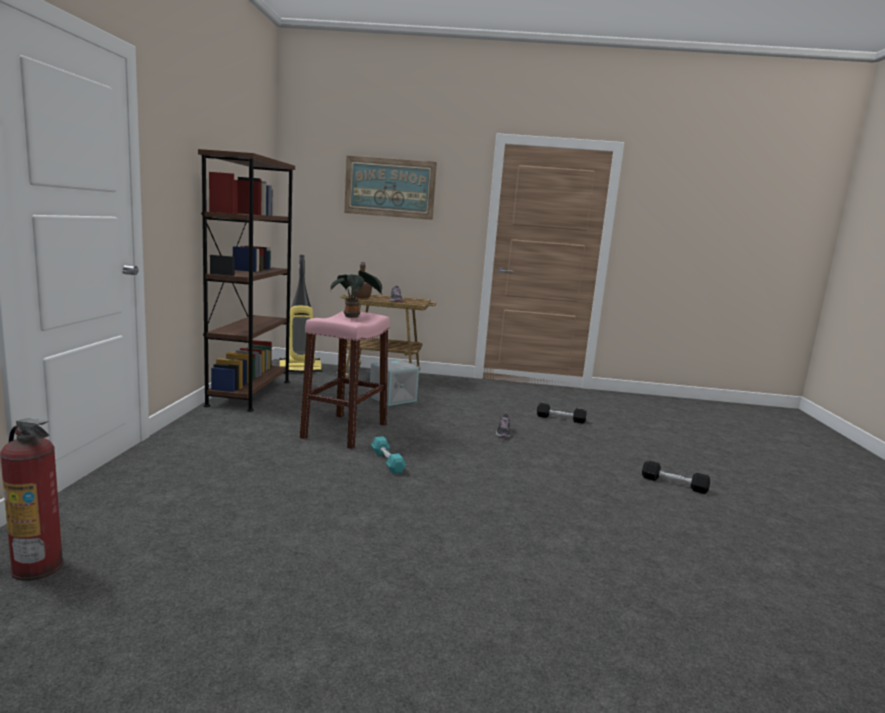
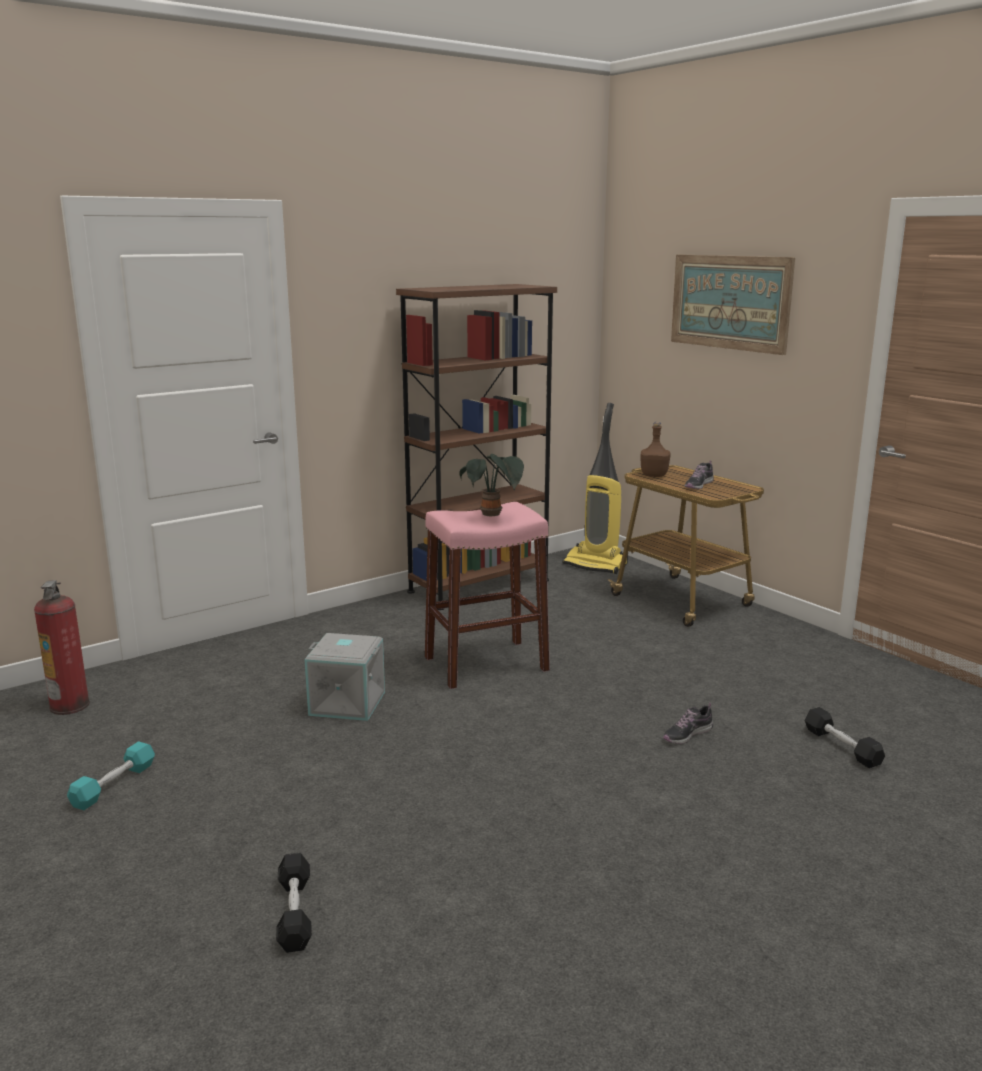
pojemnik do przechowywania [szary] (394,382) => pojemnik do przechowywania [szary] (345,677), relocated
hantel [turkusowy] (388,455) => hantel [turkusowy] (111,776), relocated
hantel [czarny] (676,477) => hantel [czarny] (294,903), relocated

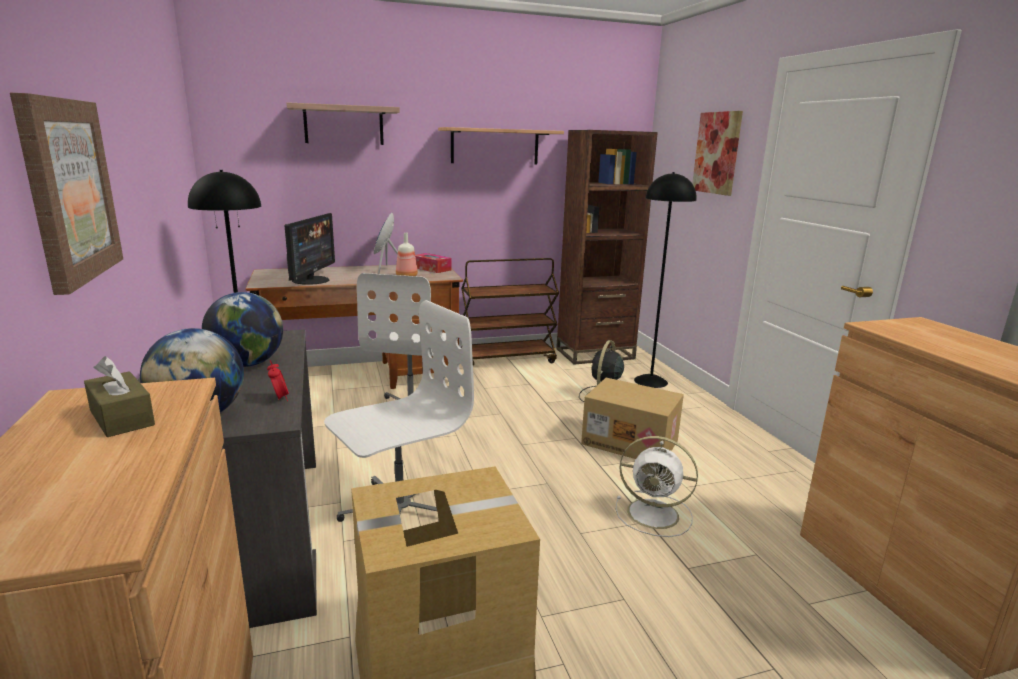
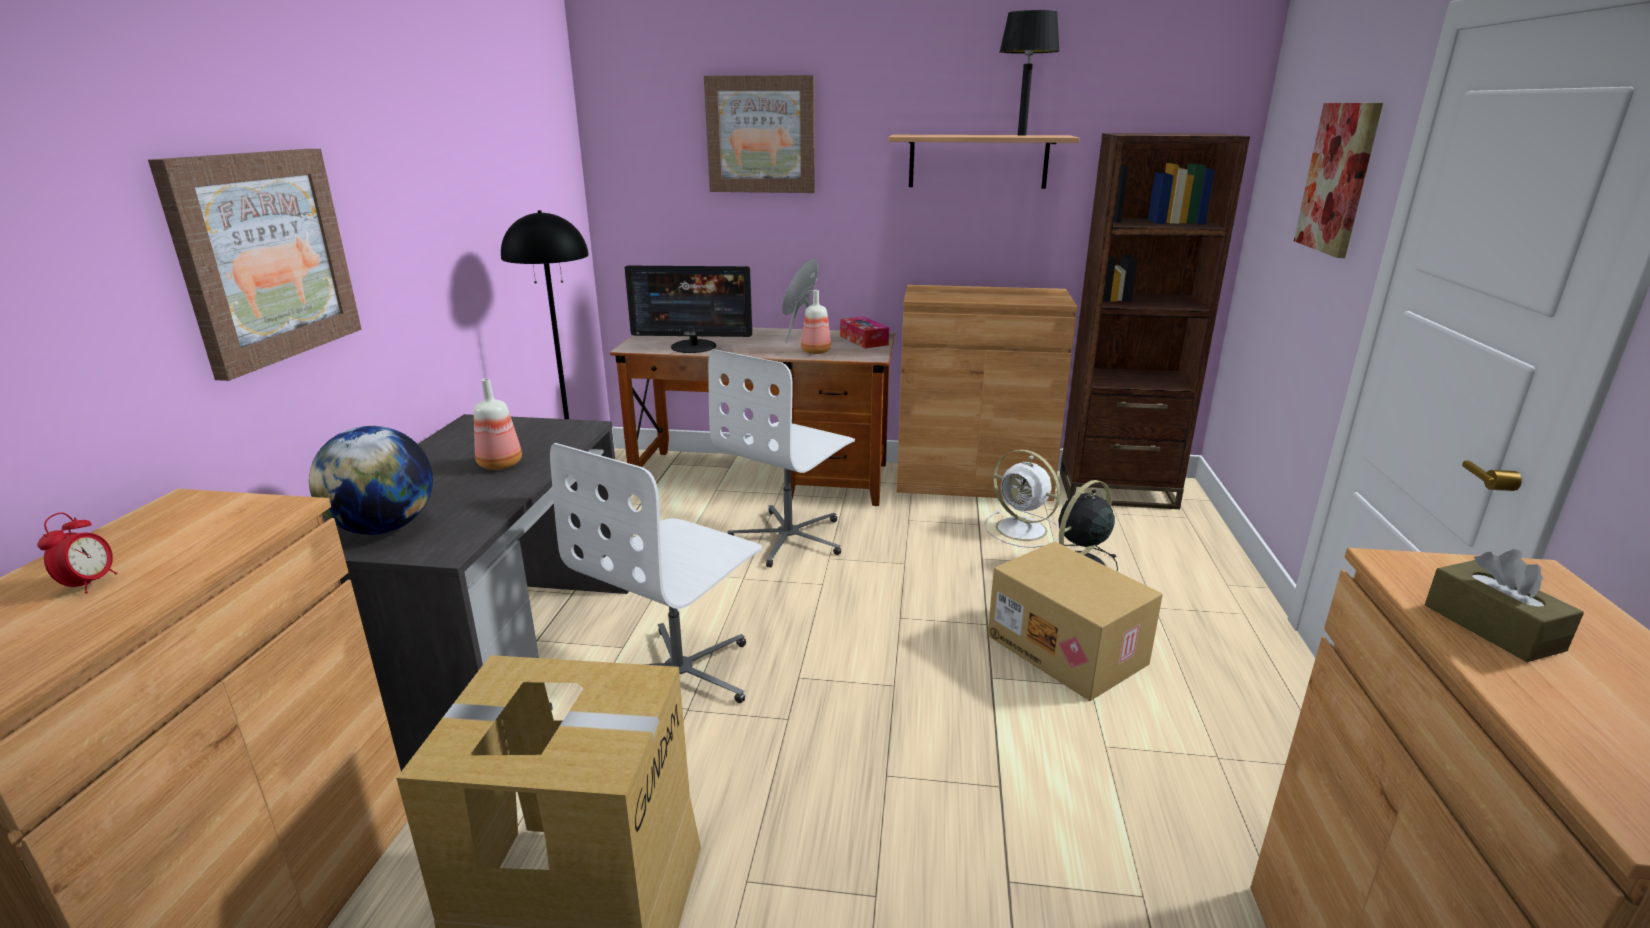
lampa stojąca [czarny] (665,280) => nothing
nothing => lampa stołowa [czarny] (1029,73)
pudełko chusteczek [brązowy] (119,396) => pudełko chusteczek [brązowy] (1504,605), relocated
budzik (278,380) => budzik (77,553), relocated
wentylator [biały] (657,486) => wentylator [biały] (1022,498), relocated
globus (242,329) => butelka (498,424)
półka (343,123) => obraz (759,134)
wózek [brązowy] (510,312) => szafka [brązowy] (987,393)
monitor (310,249) => monitor (689,309), 60 degrees clockwise
krzesło biurowe [biały] (399,411) => krzesło biurowe [biały] (656,573), 135 degrees clockwise

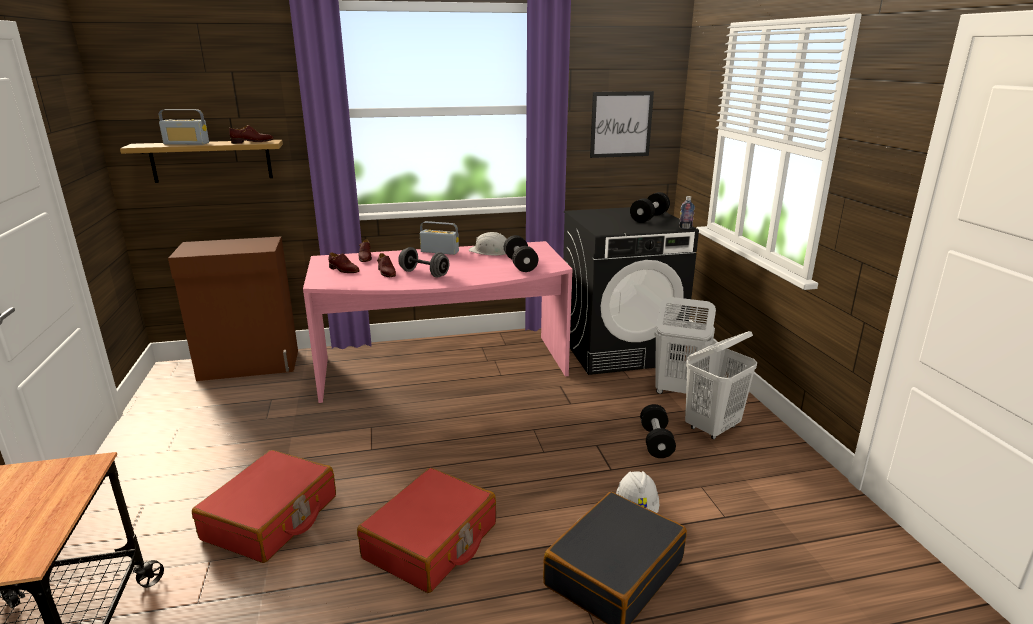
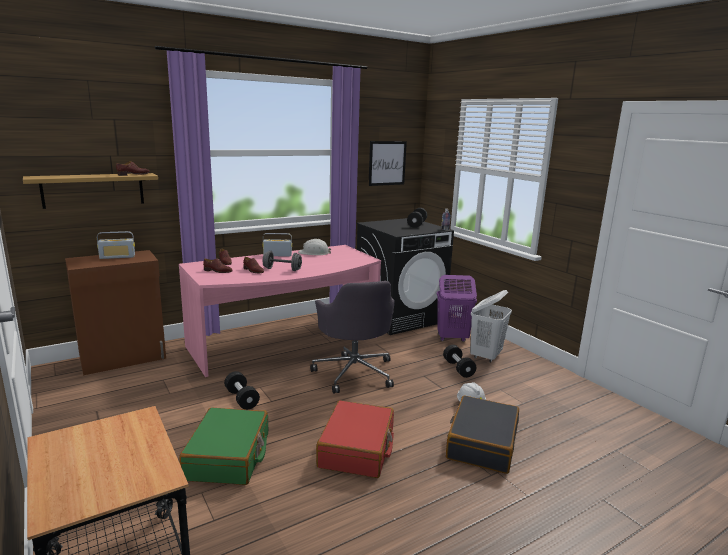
nothing => krzesło biurowe [szary] (352,337)
radio (184,127) => radio (116,245), relocated
hantel [czarny] (521,253) => hantel [czarny] (242,390), relocated
walizka [czerwony] (264,506) => walizka [zielony] (223,446)
kosz na pranie [biały] (685,345) => kosz na pranie [fioletowy] (457,308)

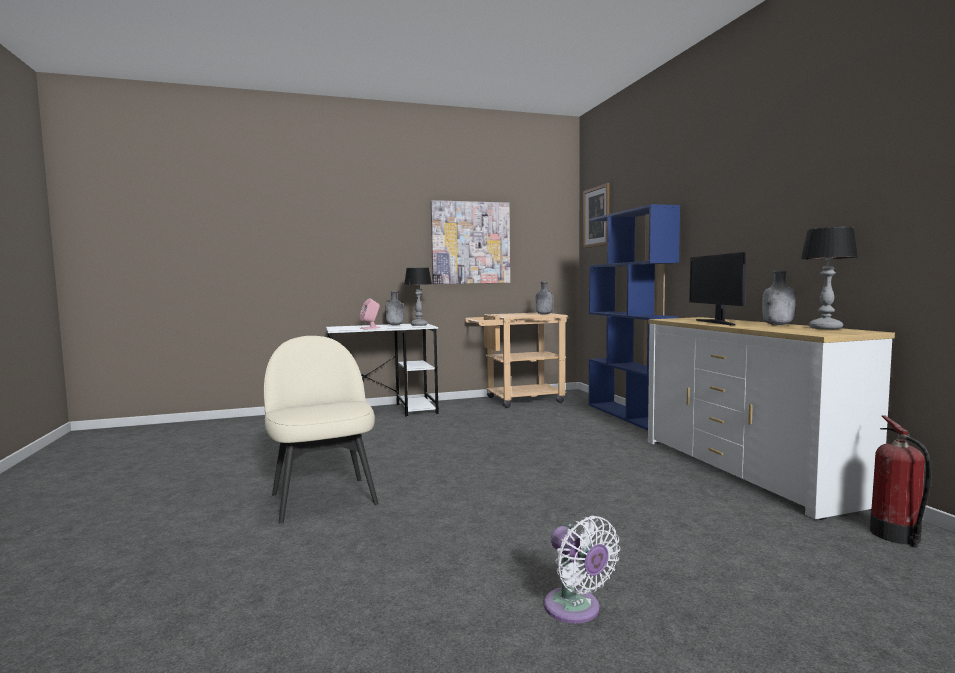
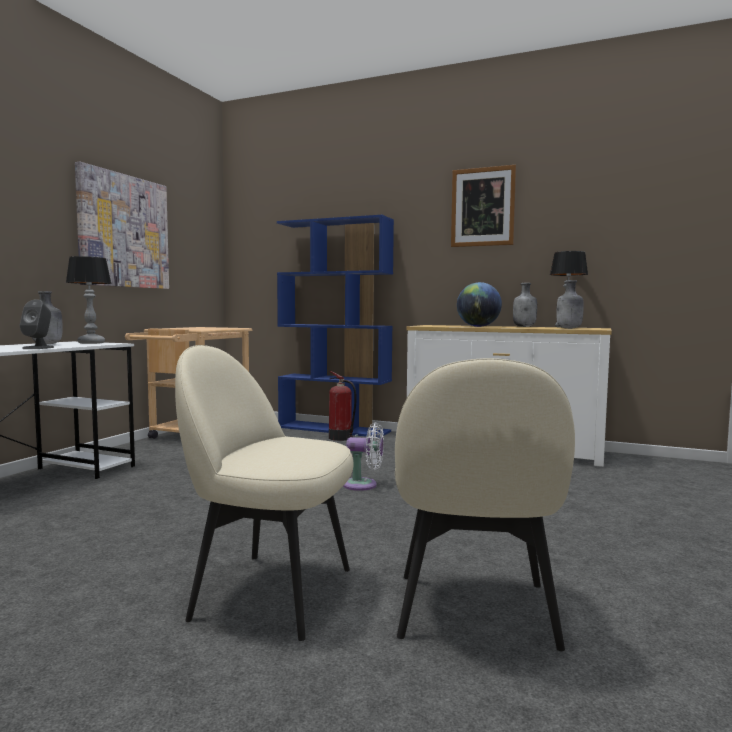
nothing => krzesło [beżowy] (485,504)
butelka [szary] (544,298) => butelka [szary] (570,304), relocated
wentylator [biały] (582,569) => wentylator [biały] (363,457), relocated
obraz (596,215) => obraz (483,206), relocated
gaśnica (900,481) => gaśnica (342,406), relocated
monitor (717,288) => globus (479,304)
głośnik [różowy] (370,313) => głośnik [szary] (37,324)

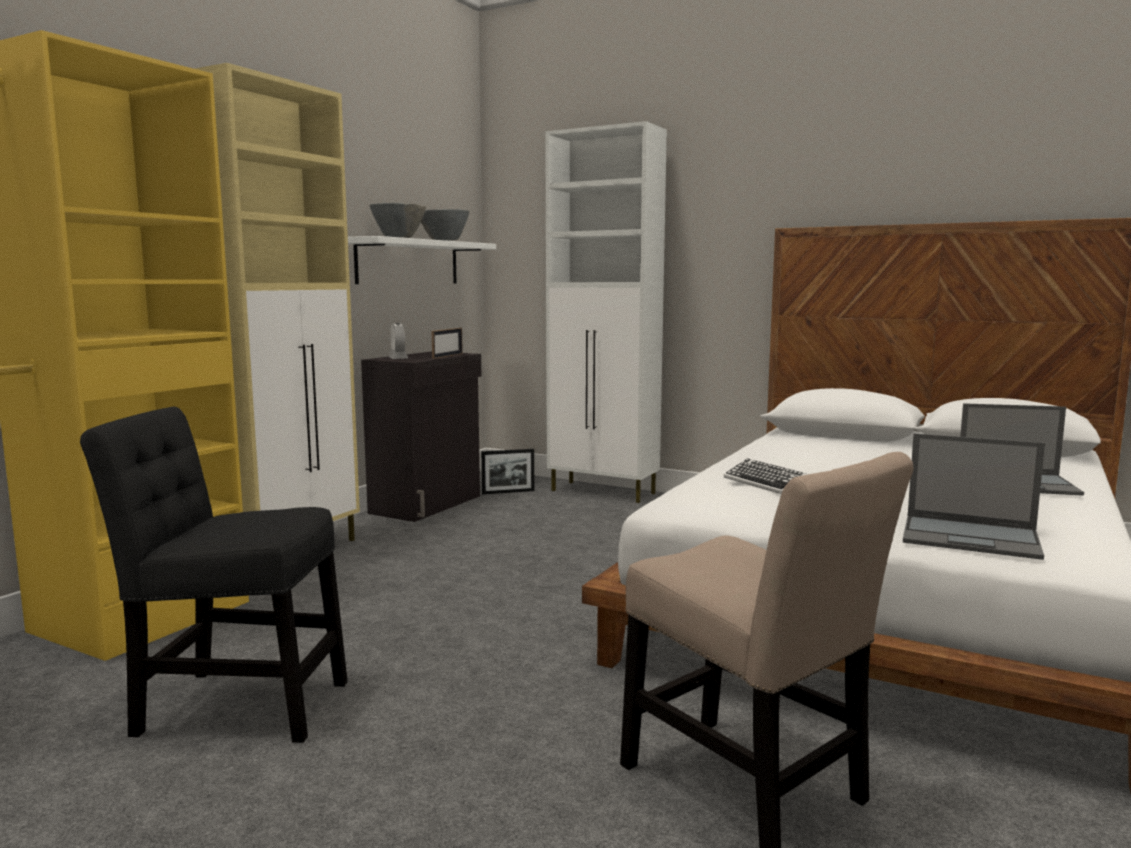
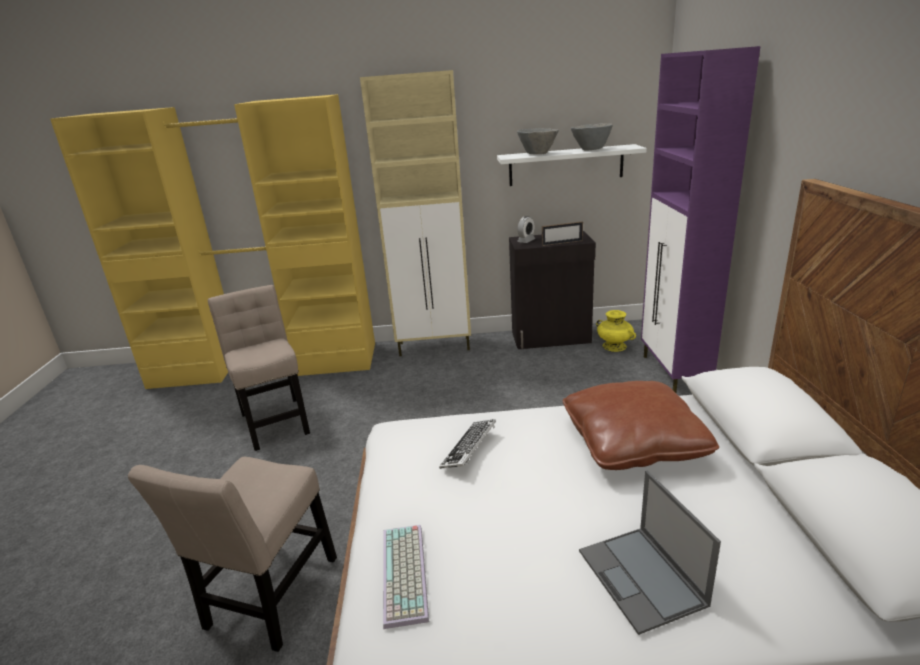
nothing => poduszka [brązowy] (641,425)
ramka na zdjęcie (507,471) => wazon [żółty] (616,331)
laptop (974,496) => klawiatura (406,577)
krzesło [czarny] (214,575) => krzesło [beżowy] (259,368)
szafka [biały] (606,312) => szafka [fioletowy] (700,219)

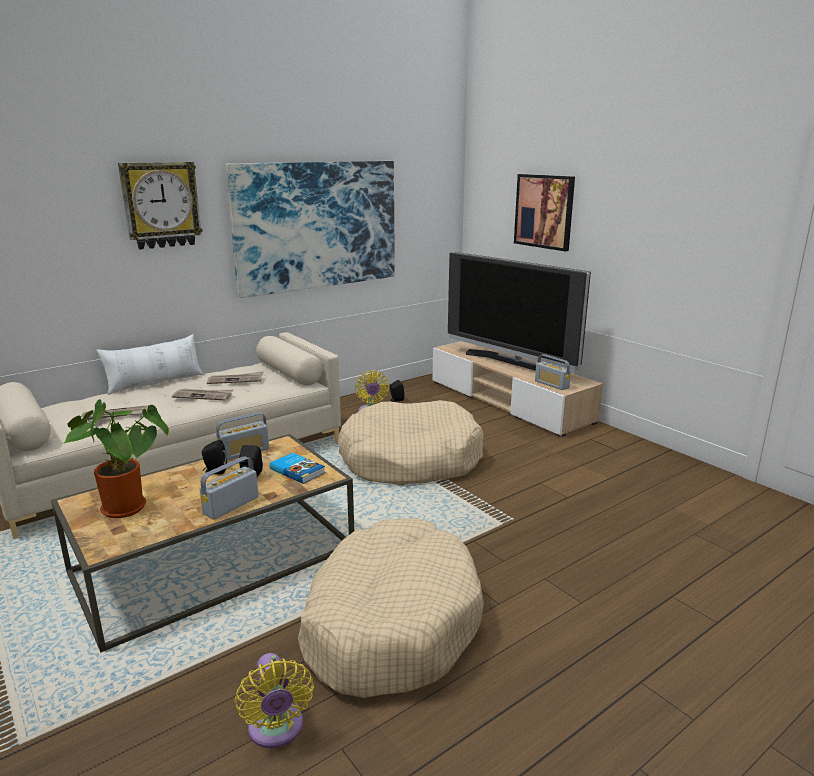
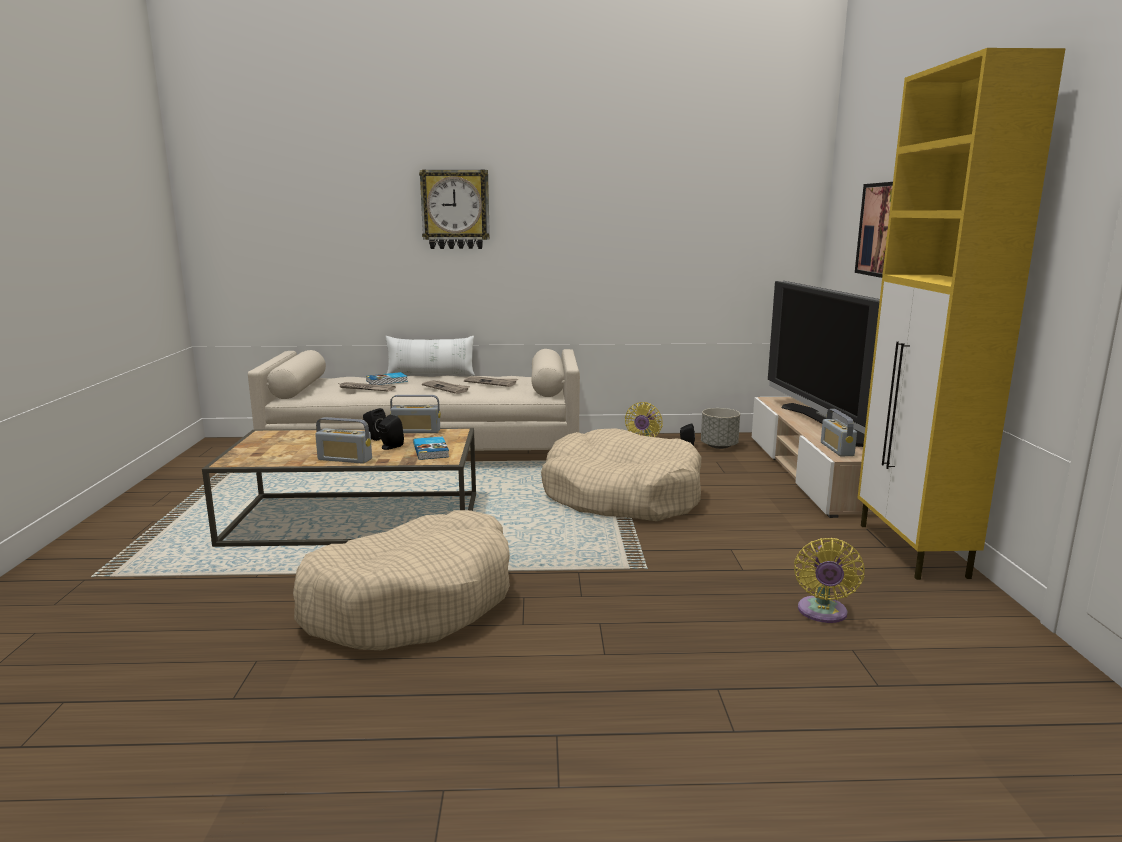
roślina doniczkowa (115,458) => nothing
obraz (310,229) => nothing
nothing => książka (387,378)
nothing => donica [szary] (720,428)
nothing => szafka [żółty] (961,314)
wentylator [żółty] (274,700) => wentylator [żółty] (829,580), relocated
radio (229,488) => radio (343,440), 150 degrees counterclockwise

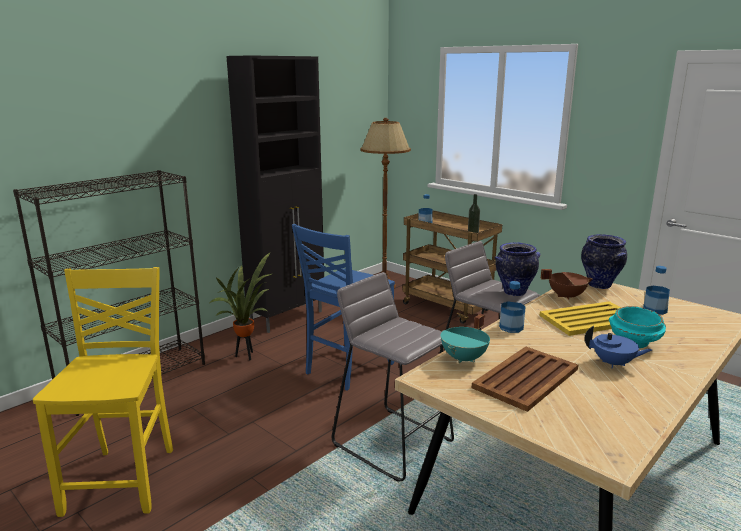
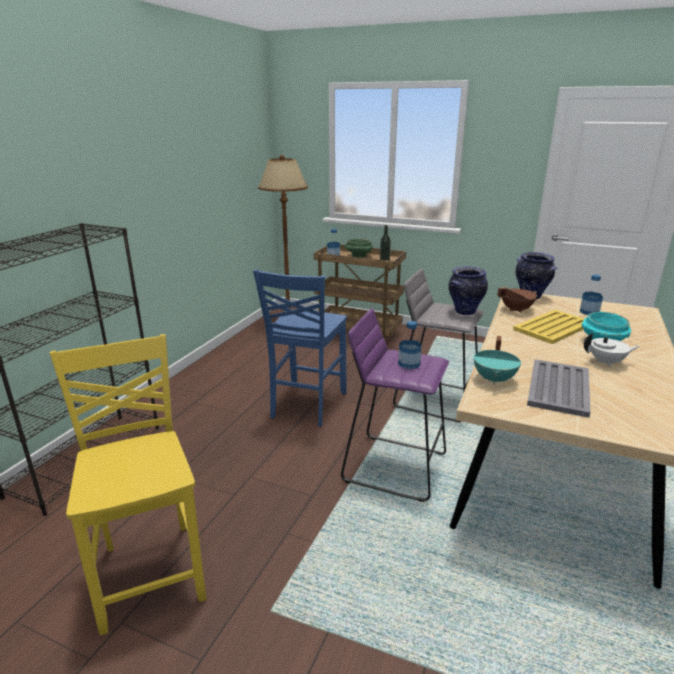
roślina doniczkowa (240,306) => nothing
szafka [czarny] (275,194) => nothing
nothing => miska [zielony] (359,248)
butelka (512,307) => butelka (409,345), relocated
stołek [szary] (393,377) => stołek [fioletowy] (395,405)
taca [brązowy] (525,379) => taca [szary] (559,388)
imbryk [niebieski] (618,347) => imbryk [biały] (612,350)

